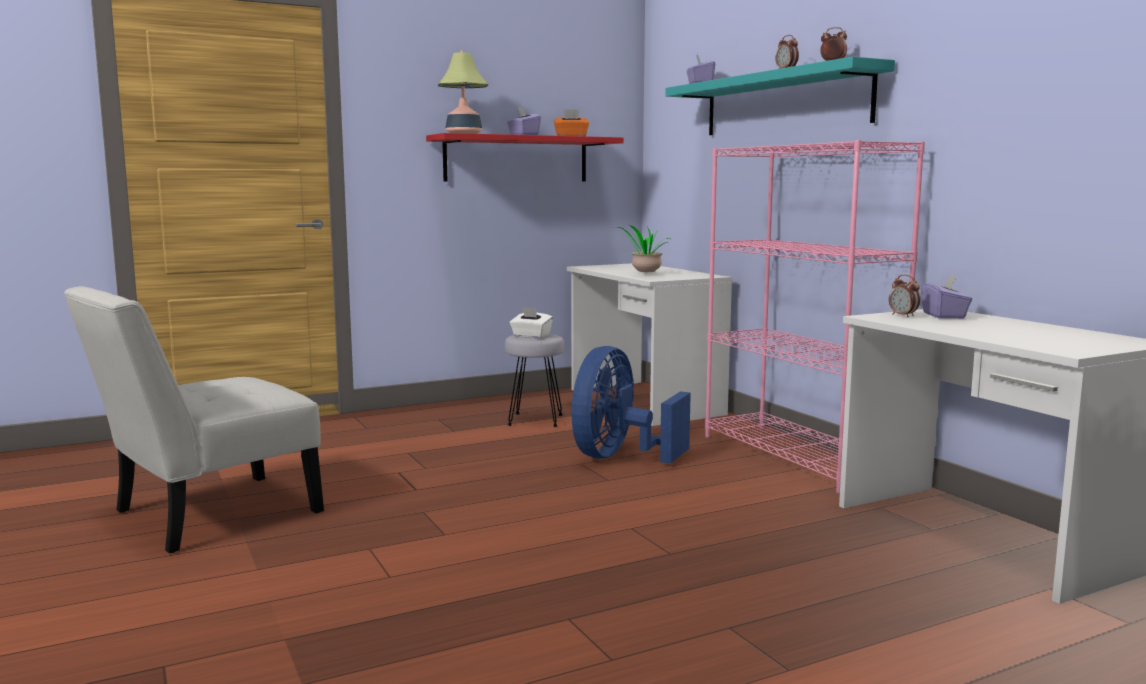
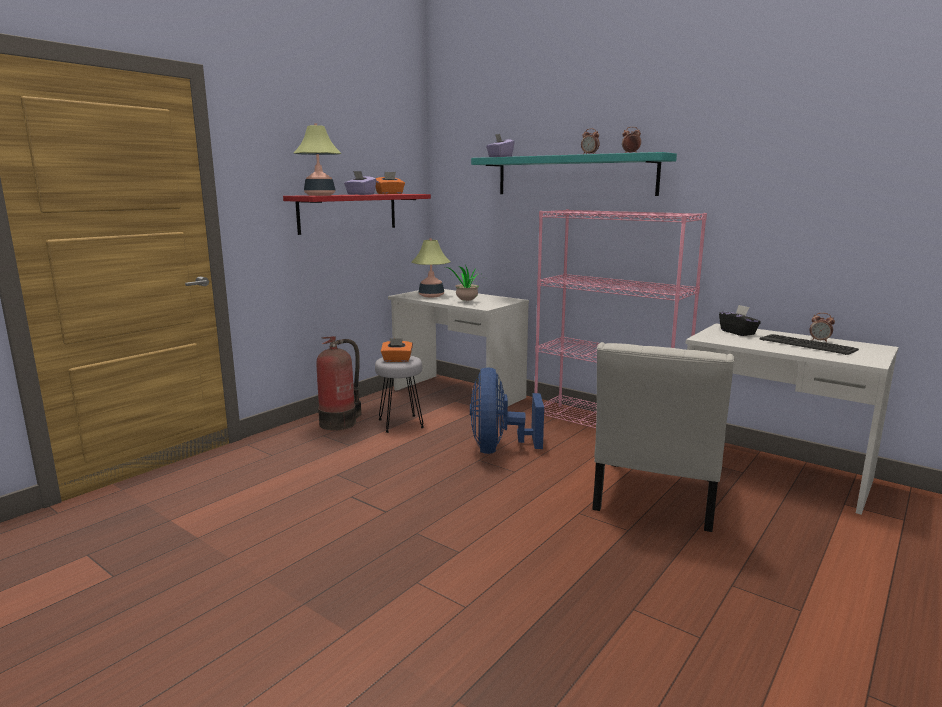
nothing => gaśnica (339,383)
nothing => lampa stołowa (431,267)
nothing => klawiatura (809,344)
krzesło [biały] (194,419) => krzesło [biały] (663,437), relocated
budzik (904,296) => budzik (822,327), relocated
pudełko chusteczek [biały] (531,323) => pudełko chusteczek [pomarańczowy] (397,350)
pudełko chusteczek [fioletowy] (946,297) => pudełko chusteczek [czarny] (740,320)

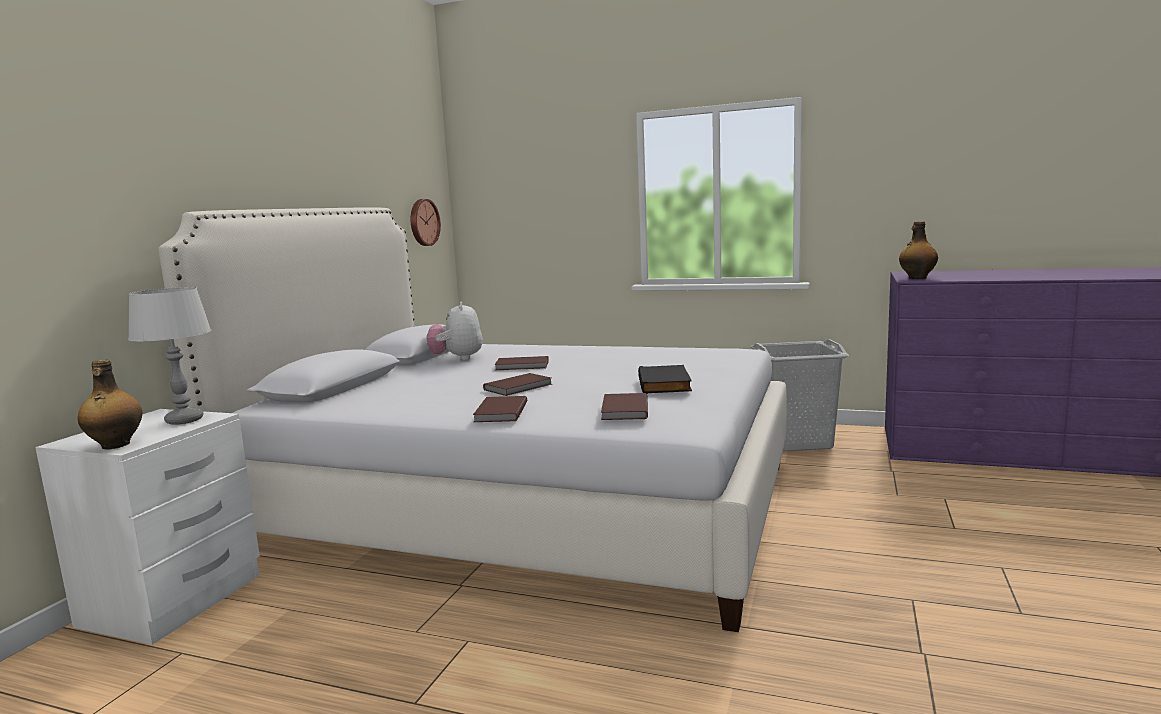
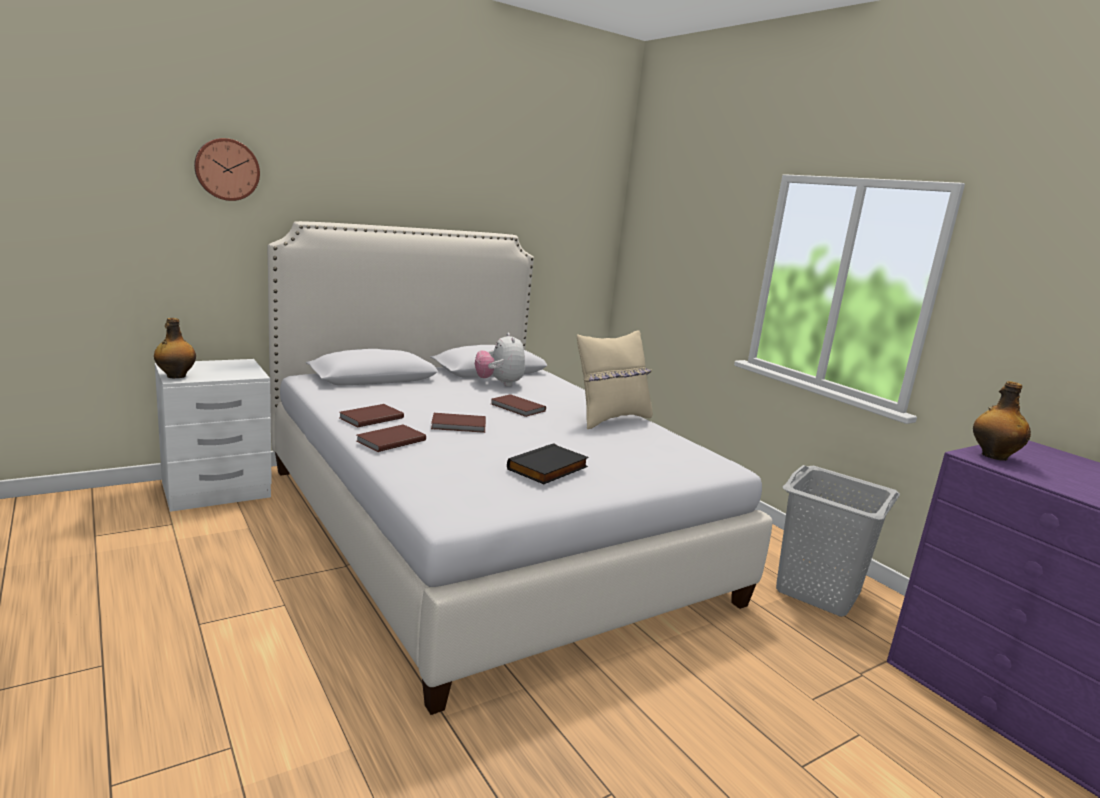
lampa stołowa [szary] (169,356) => nothing
nothing => poduszka [beżowy] (615,379)
zegar ścienny (426,222) => zegar ścienny (227,169), relocated
książka [brązowy] (624,406) => książka [brązowy] (371,415), relocated
pluszak (454,331) => pluszak (500,360), 45 degrees counterclockwise

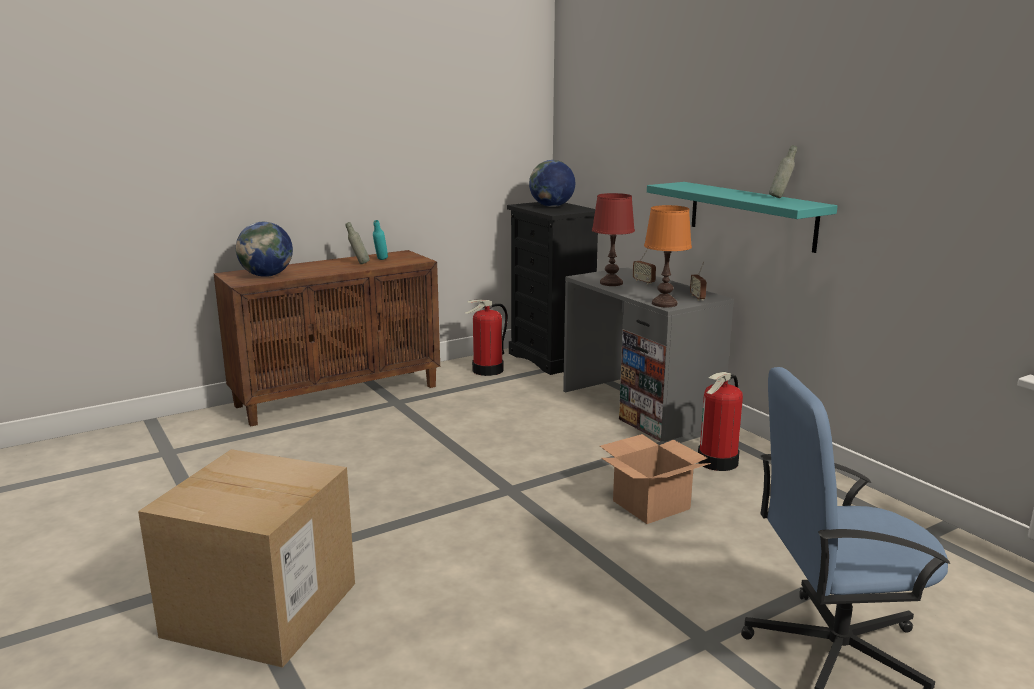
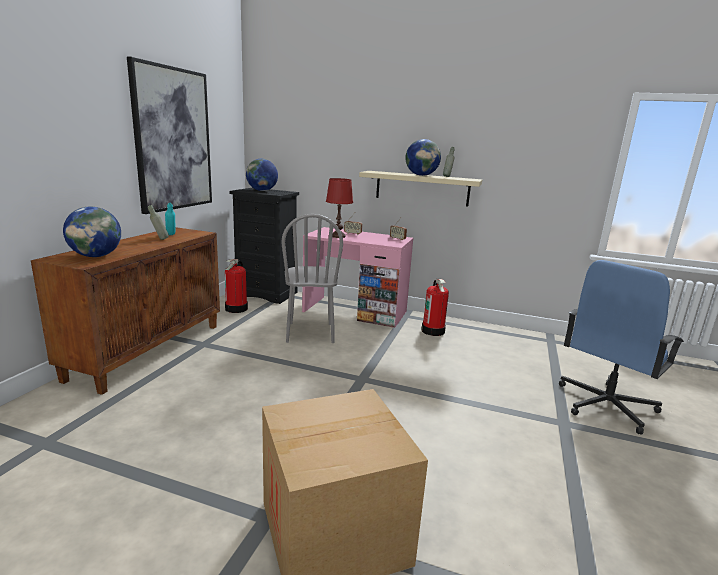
karton (655,479) => nothing
lampa stołowa [pomarańczowy] (668,256) => nothing
nothing => obraz (169,135)
nothing => krzesło [szary] (312,278)
nothing => globus (423,157)
biurko [szary] (648,354) => biurko [różowy] (357,277)
półka [turkusowy] (742,217) => półka [beżowy] (420,189)

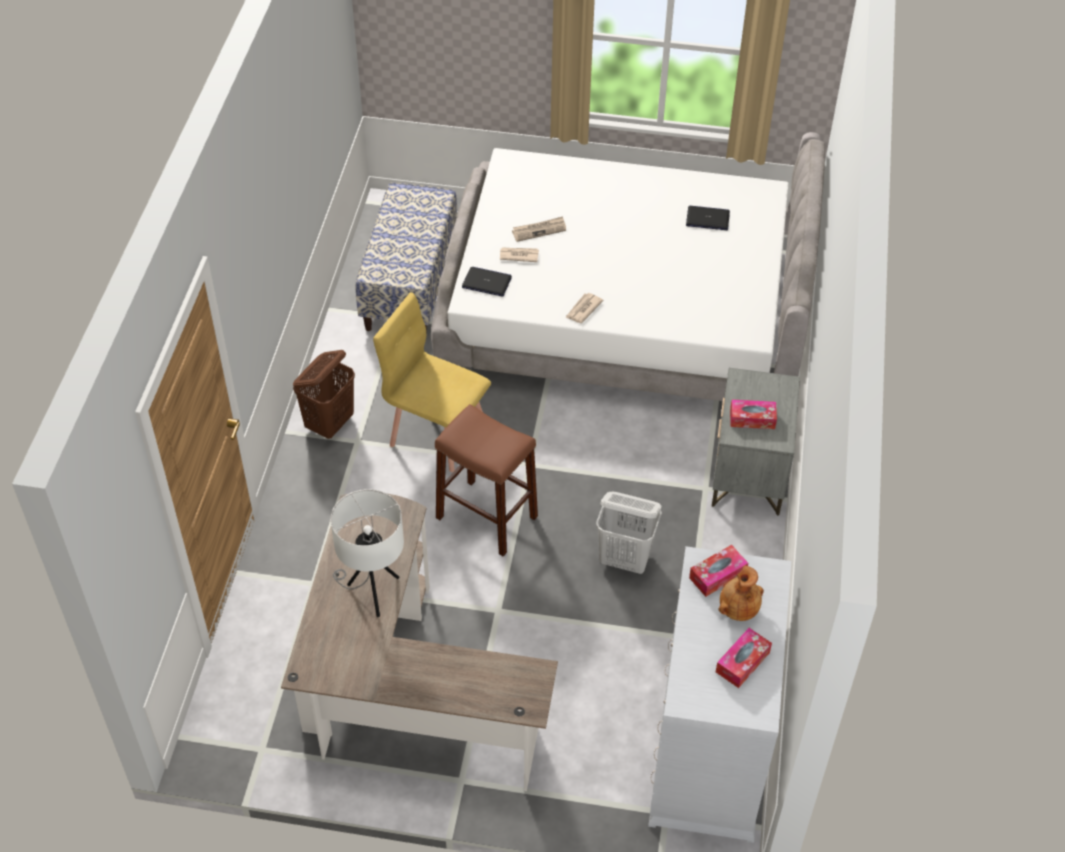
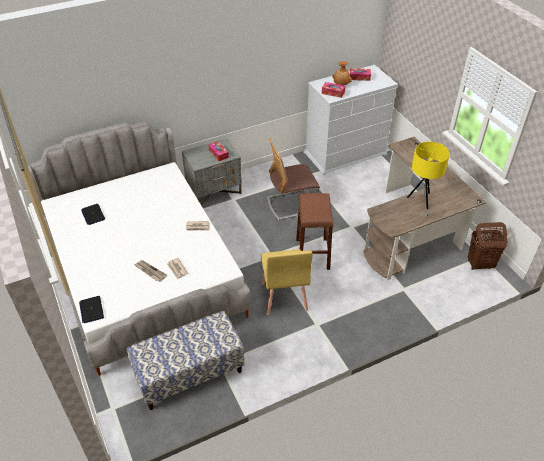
kosz na pranie [brązowy] (324,394) => kosz na pranie [brązowy] (488,246), relocated
laptop (487,282) => laptop (91,309), relocated
kosz na pranie [biały] (629,533) => krzesło (293,179)
lampa stołowa [biały] (367,553) => lampa stołowa [żółty] (428,179)

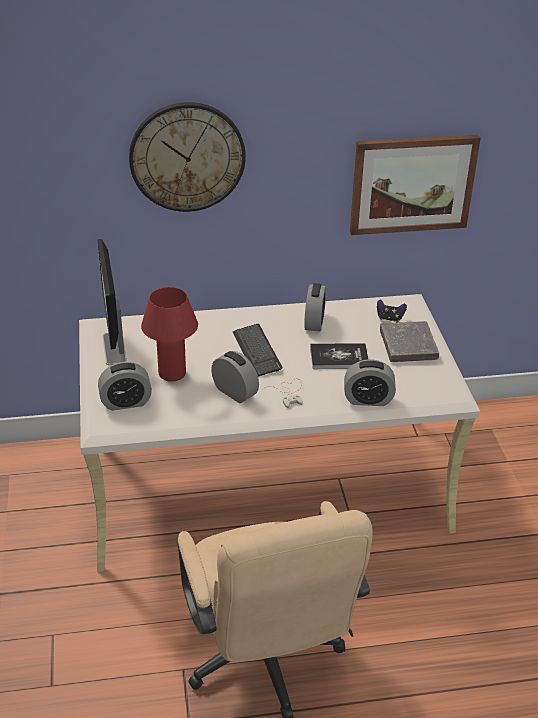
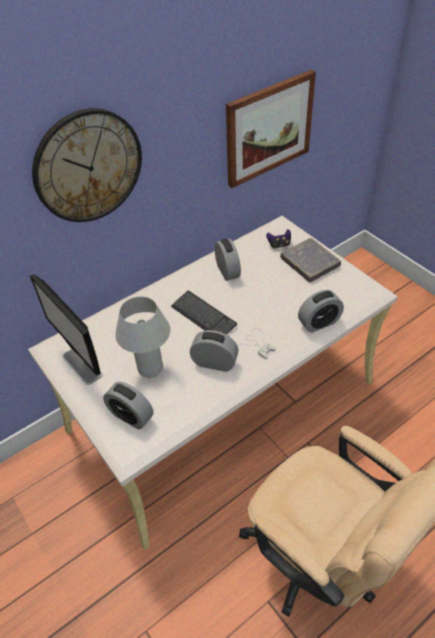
książka (339,356) => nothing
lampa stołowa [czerwony] (169,334) => lampa stołowa [biały] (142,337)
budzik (125,386) => budzik (128,405), 75 degrees clockwise

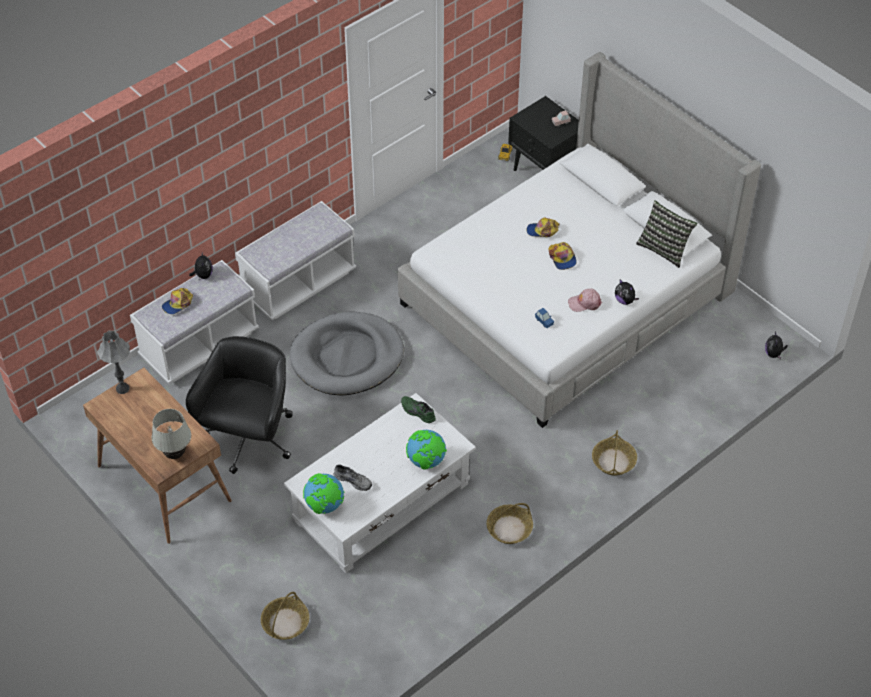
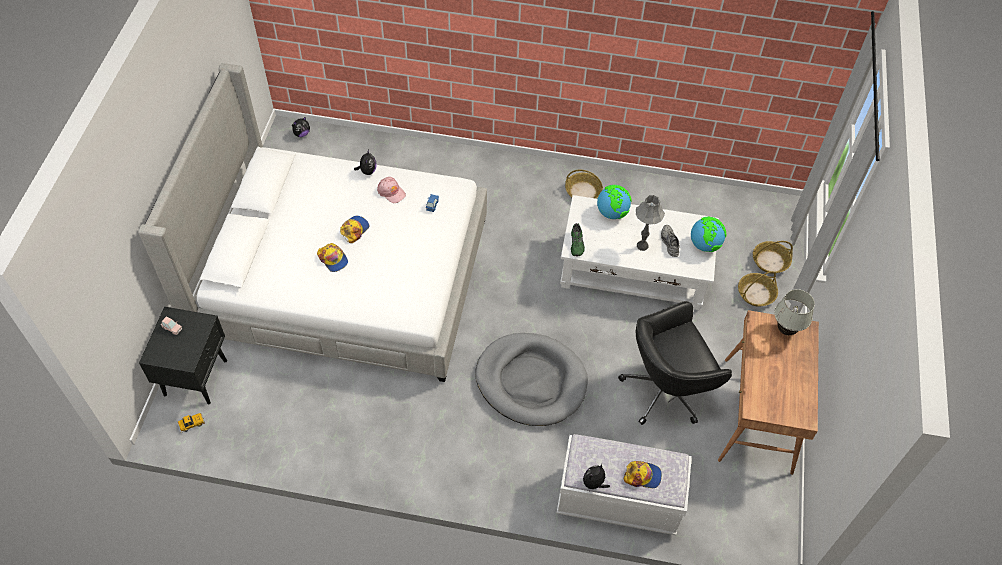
ławka [biały] (295,260) => nothing
poduszka (667,234) => nothing
lampa stołowa [szary] (113,362) => lampa stołowa [szary] (650,223), relocated
koszyk (614,453) => koszyk (758,289), relocated

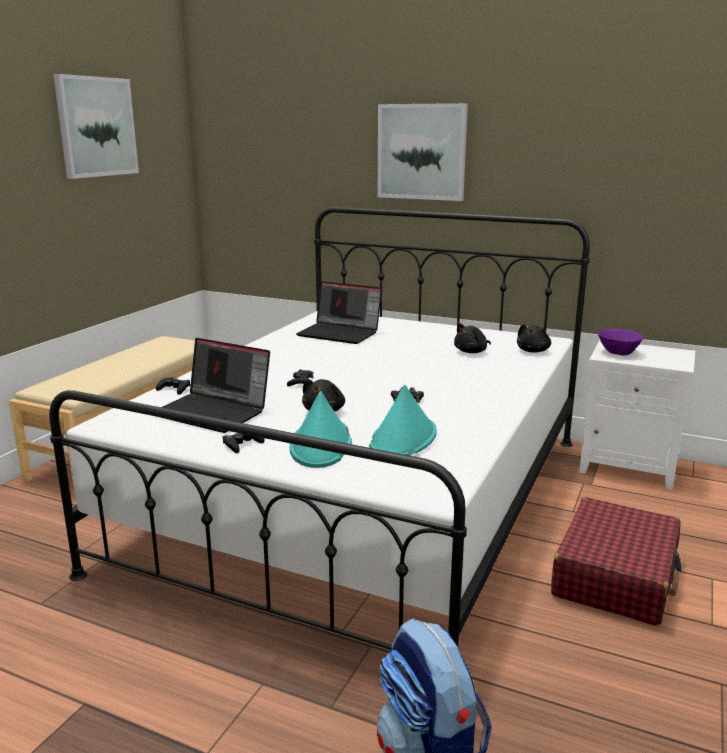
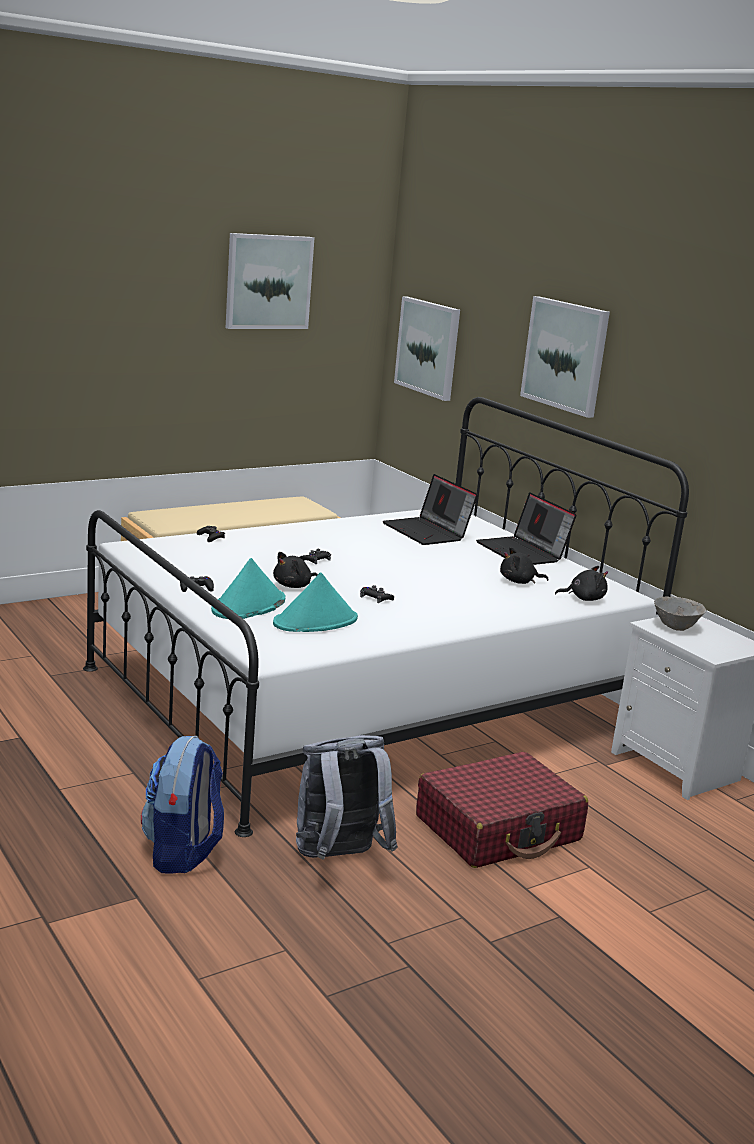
nothing => plecak [szary] (347,797)
nothing => obraz (427,349)
laptop (216,385) => laptop (526,528), relocated
miska [fioletowy] (621,342) => miska [szary] (680,613)
pluszak [czarny] (534,338) => pluszak [czarny] (581,583), 150 degrees counterclockwise

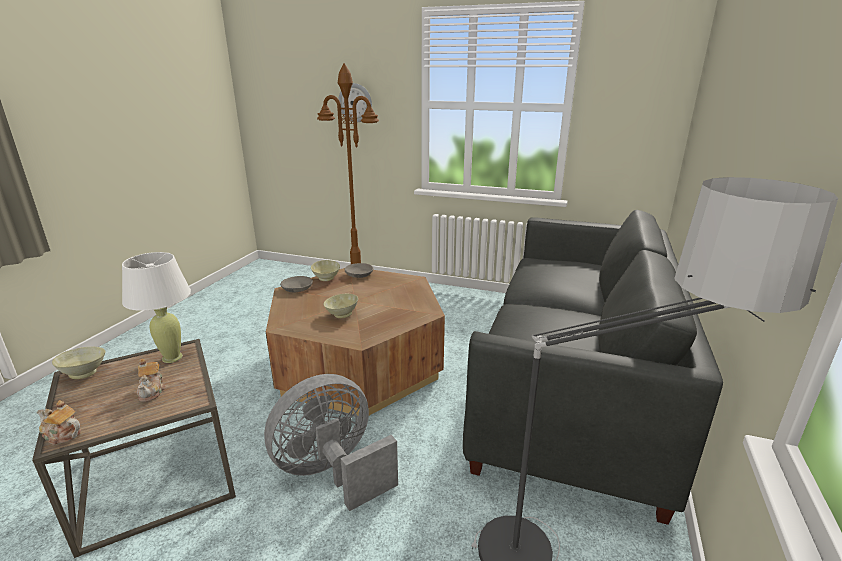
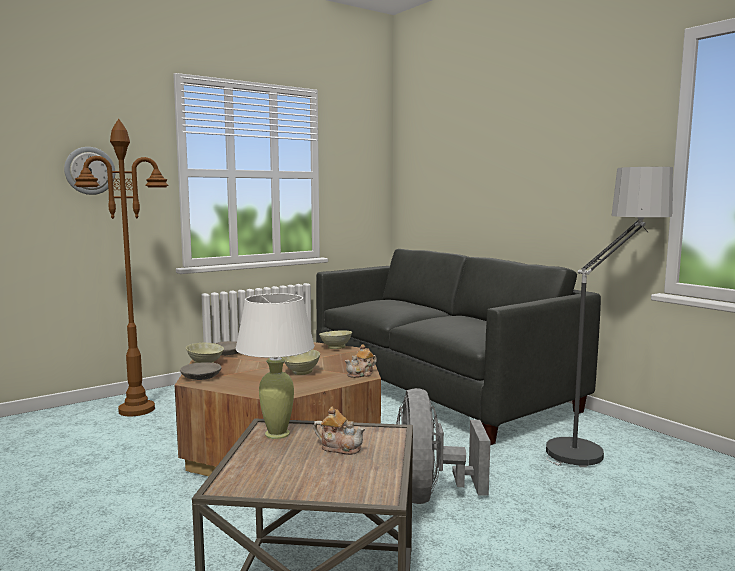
imbryk (59,422) => imbryk (361,361), relocated
miska [beżowy] (78,363) => miska [beżowy] (335,339), relocated

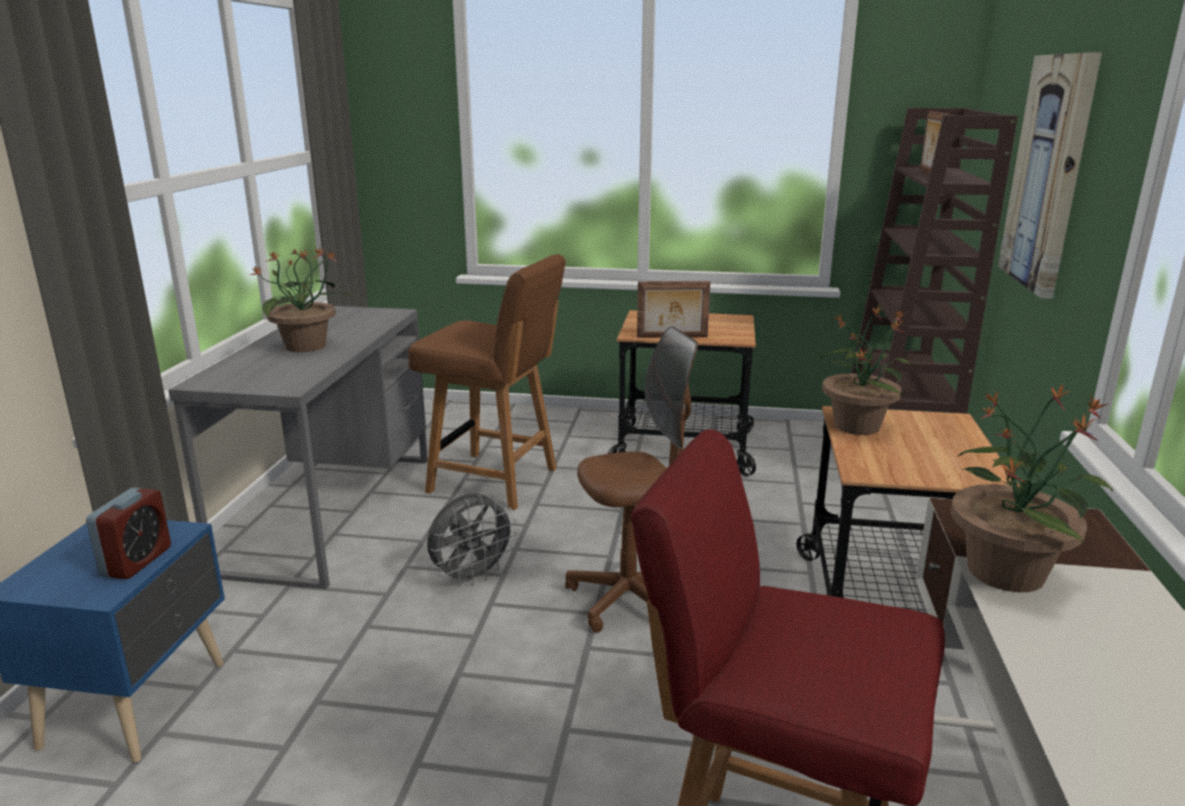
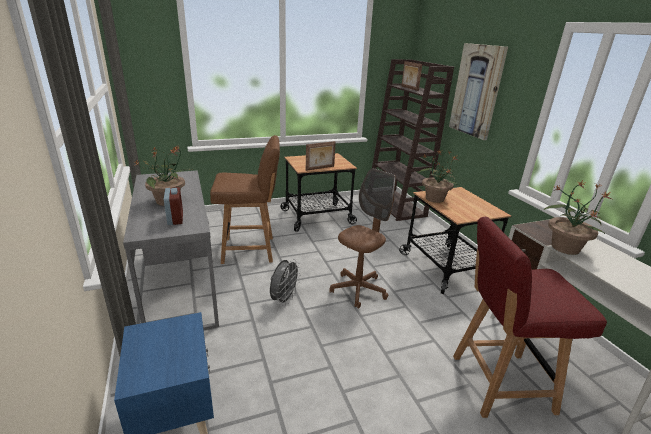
budzik (128,533) => budzik (173,206), relocated

